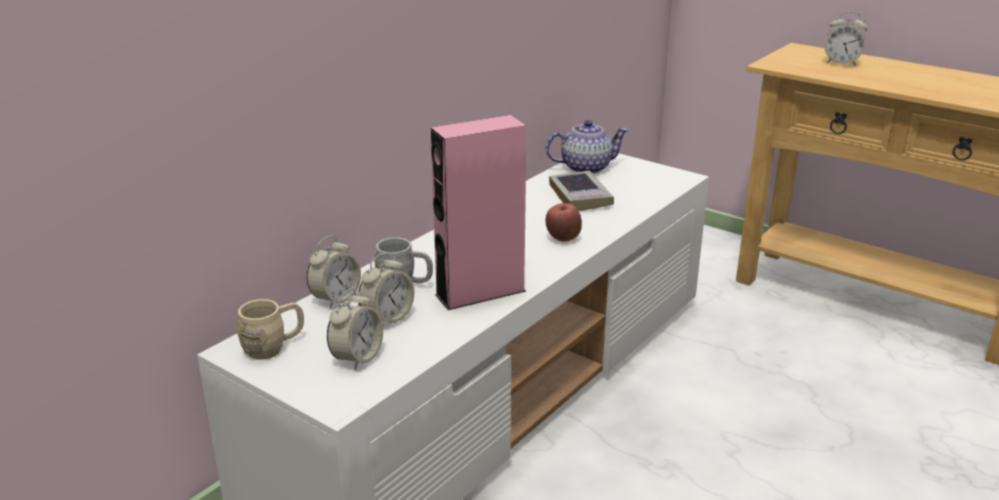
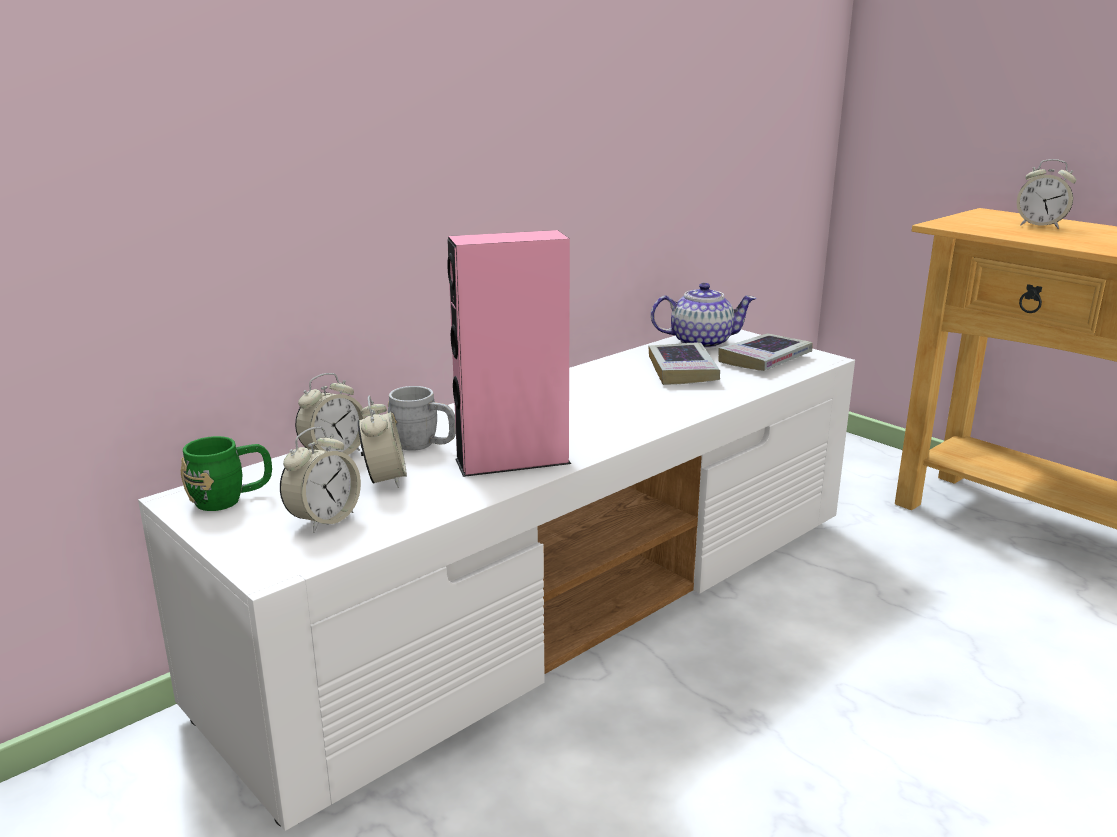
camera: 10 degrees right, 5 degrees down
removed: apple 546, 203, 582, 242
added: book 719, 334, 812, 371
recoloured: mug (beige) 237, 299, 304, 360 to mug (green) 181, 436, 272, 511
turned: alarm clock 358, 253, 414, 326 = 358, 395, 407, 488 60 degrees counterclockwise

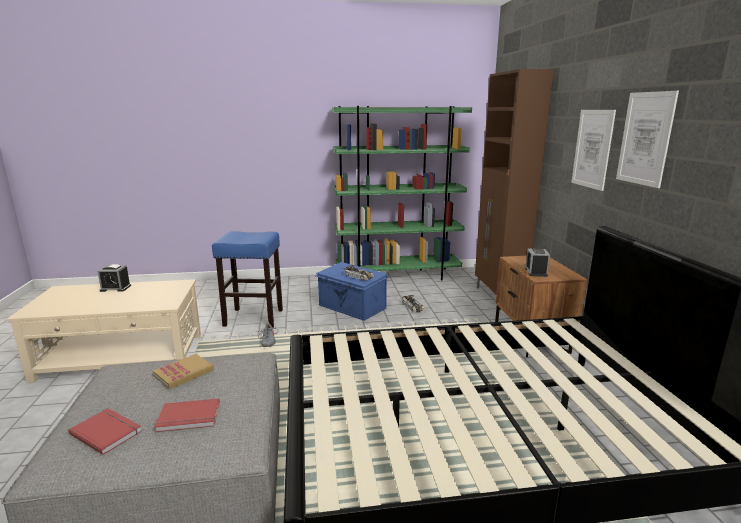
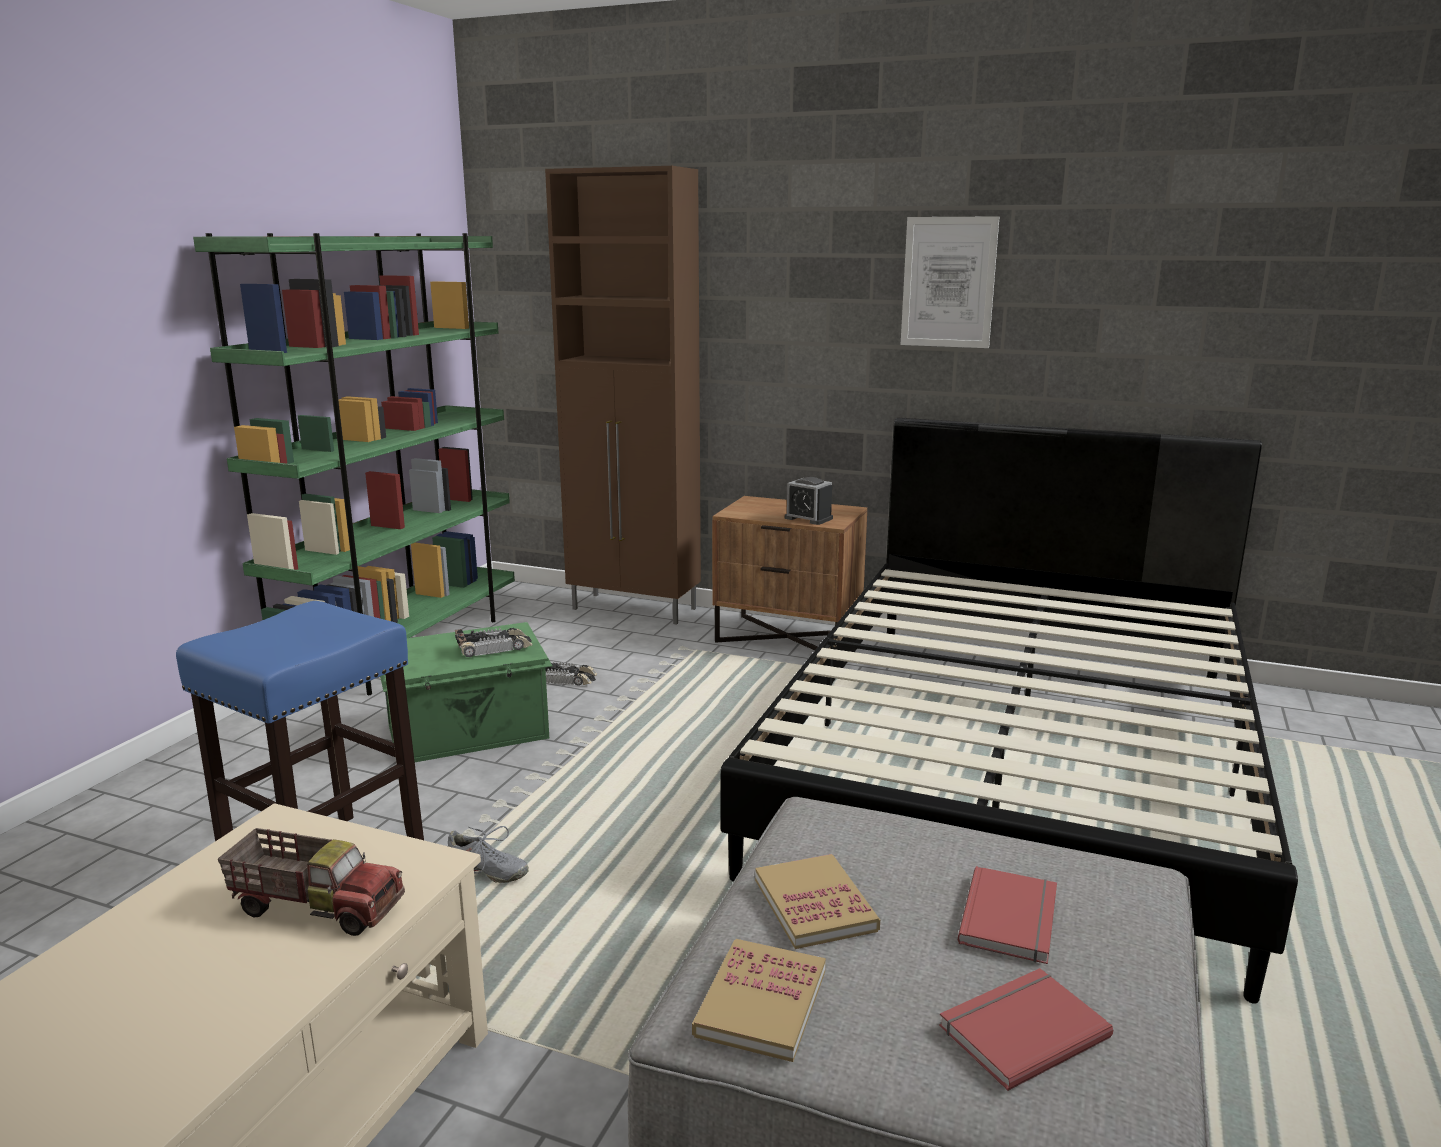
camera: 60 degrees left, 0 degrees up
removed: alarm clock 97, 264, 131, 292; picture 571, 110, 616, 191
added: toy truck 218, 828, 405, 936; book 692, 939, 826, 1062
recoloured: storage box (blue) 315, 262, 388, 321 to storage box (green) 380, 622, 553, 762

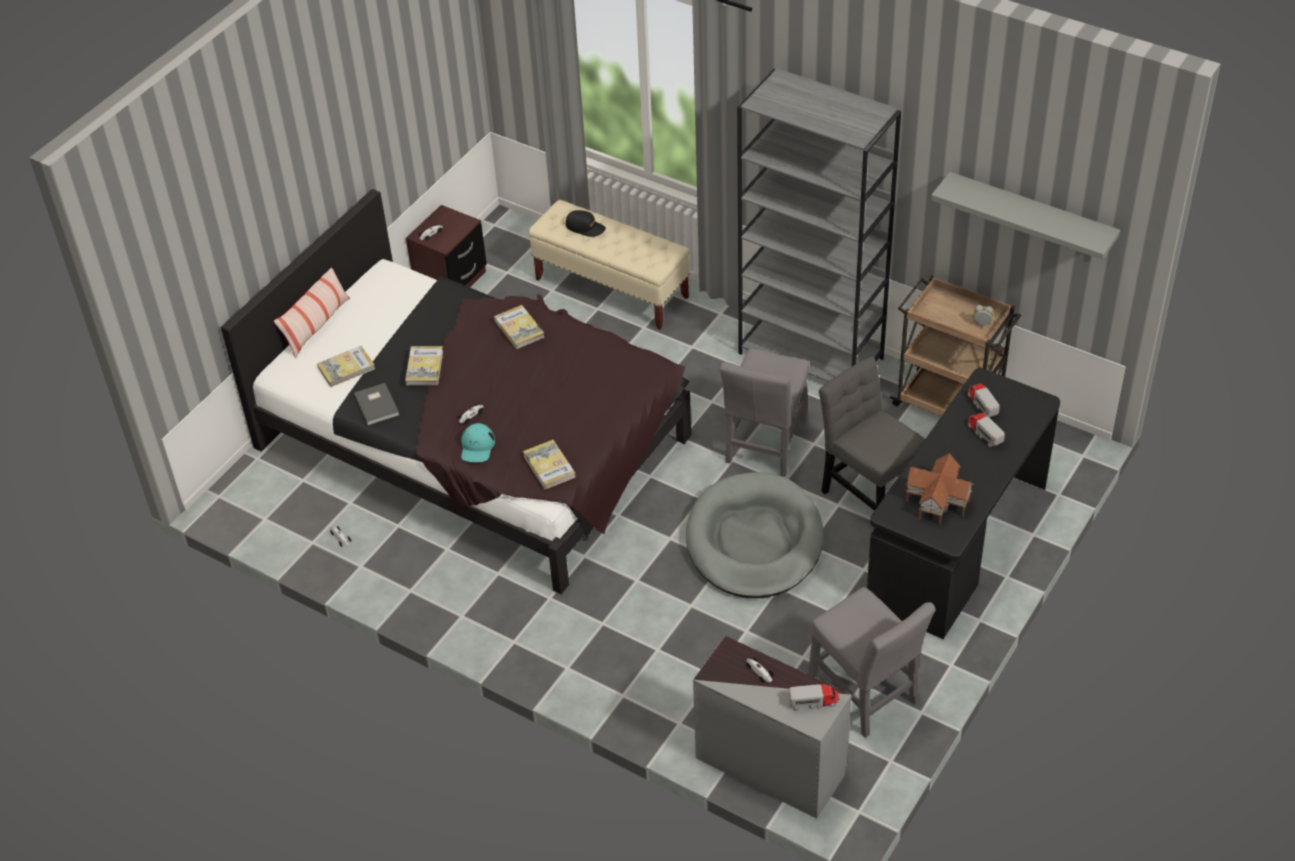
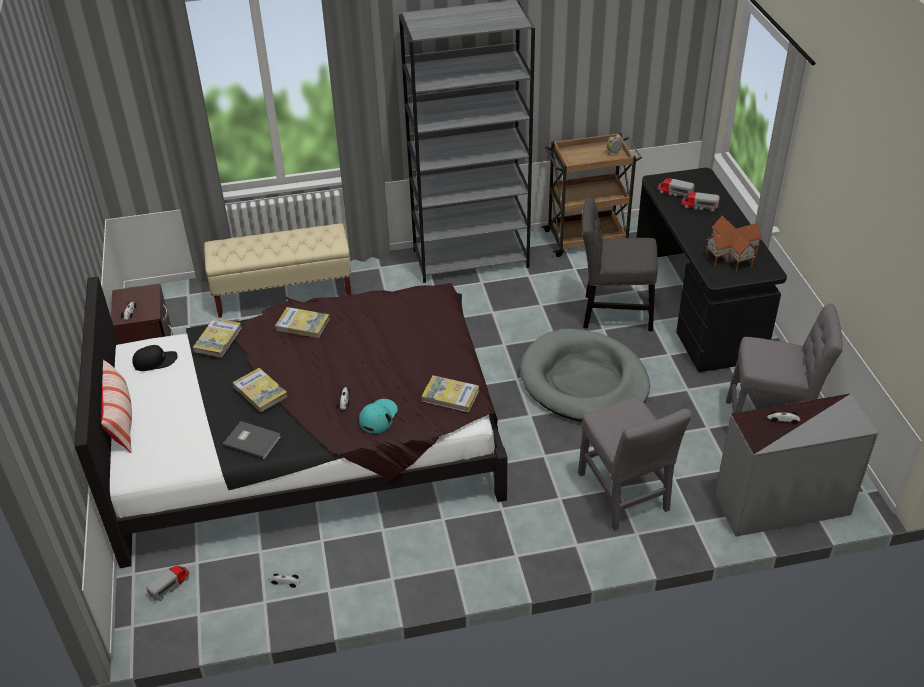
camera: 45 degrees left, 5 degrees down
removed: shelf (grey) 931, 172, 1120, 260
moved: cap (black) 566, 210, 606, 237 to 132, 345, 178, 371; toy truck 788, 684, 839, 710 to 146, 566, 189, 601; book 317, 346, 375, 387 to 193, 318, 241, 357; chair (grey) 720, 348, 809, 477 to 578, 396, 692, 531
turned: cap (turquoise) 461, 423, 495, 462 = 359, 399, 398, 433 120 degrees counterclockwise

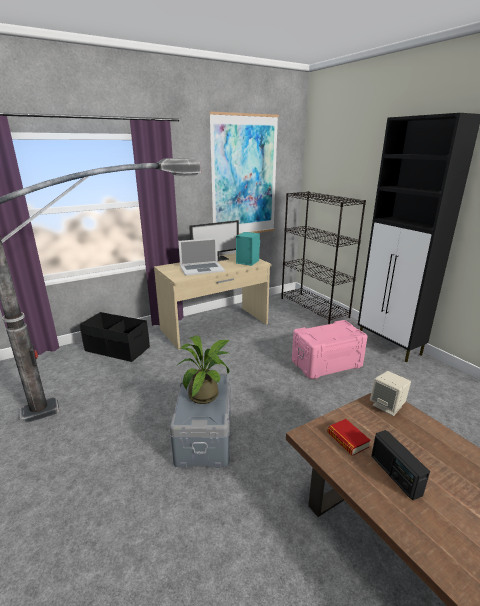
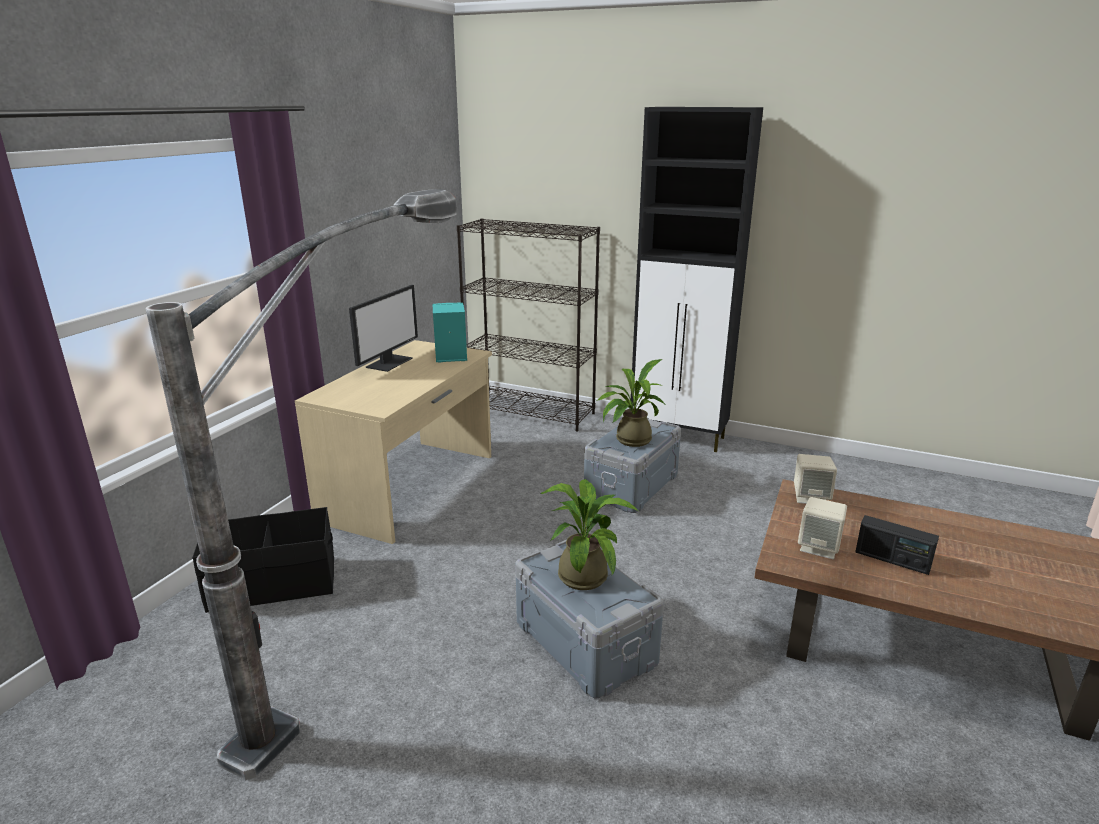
camera: 35 degrees left, 0 degrees up
removed: laptop 178, 238, 225, 276; picture 209, 112, 279, 234
added: potted plant 596, 359, 665, 447
replaced: book 327, 419, 371, 456 to speaker (beige) 798, 497, 847, 559
recoloured: storage box (pink) 292, 320, 368, 379 to storage box (grey) 584, 418, 681, 513

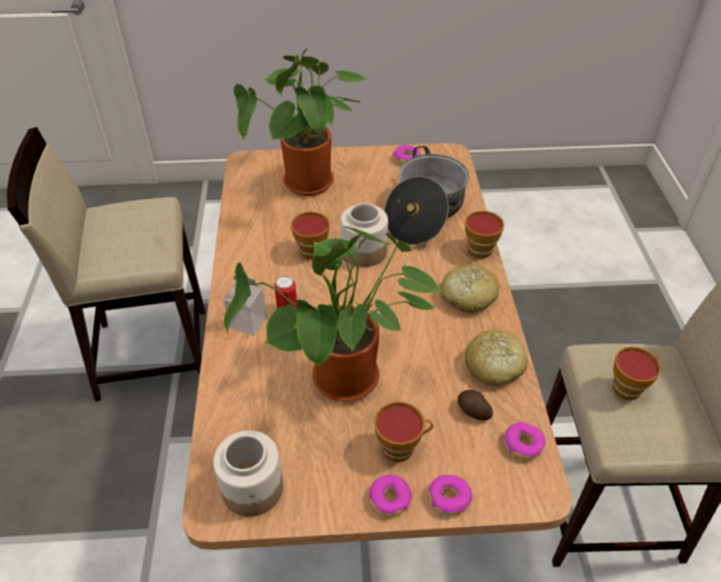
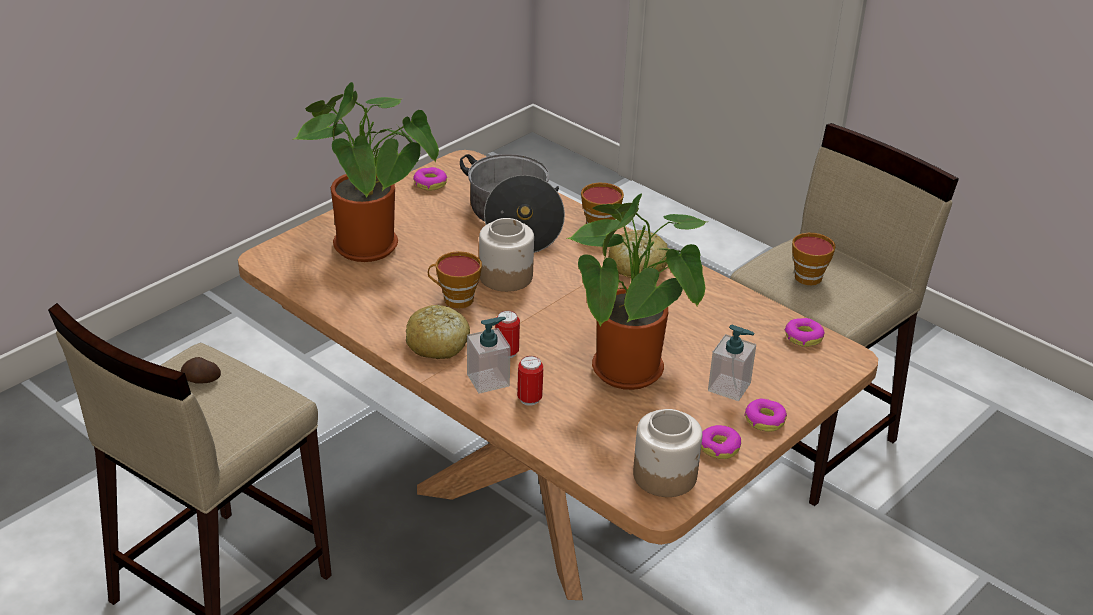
camera: 45 degrees left, 10 degrees down
added: can 517, 356, 543, 406
moved: potato 458, 390, 493, 420 to 180, 357, 221, 384; bread 465, 330, 528, 386 to 406, 305, 470, 359; donut 429, 475, 472, 516 to 701, 425, 741, 459
replaced: cup 374, 401, 433, 462 to soap dispenser 708, 325, 756, 401

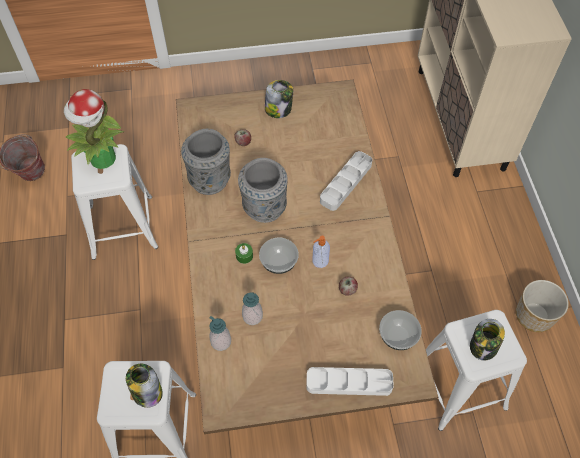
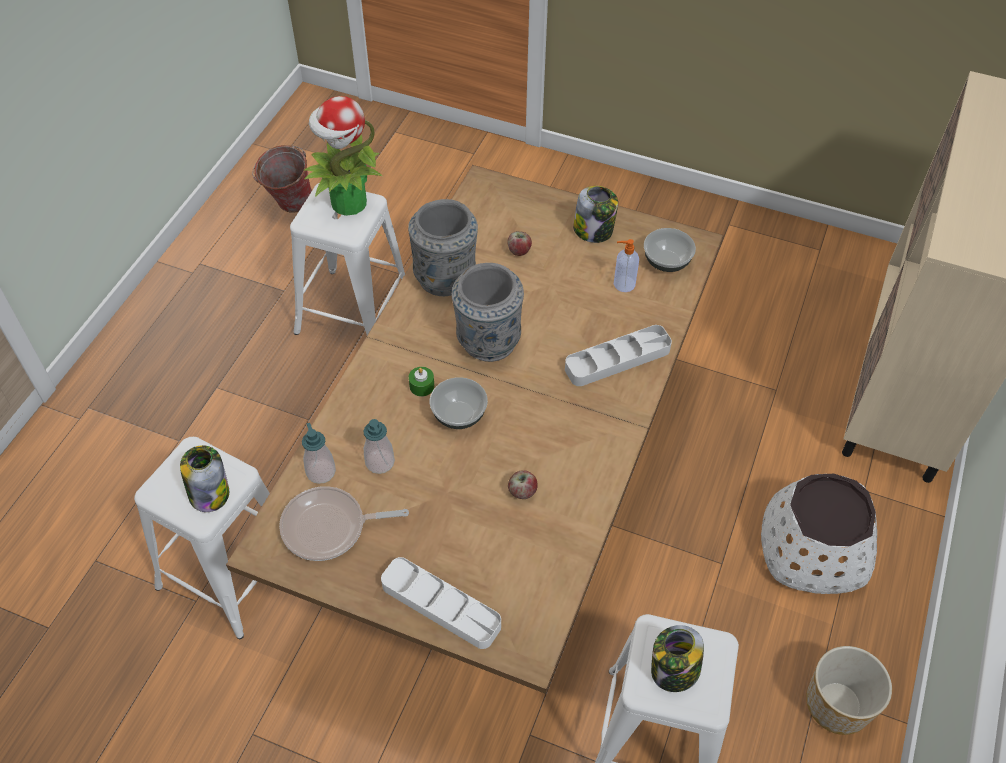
camera: 30 degrees right, 5 degrees down
added: frying pan 279, 486, 409, 561; planter (white) 761, 474, 877, 594
moved: soap dispenser 312, 236, 330, 268 to 614, 239, 639, 292; bowl 379, 310, 422, 350 to 644, 228, 696, 272

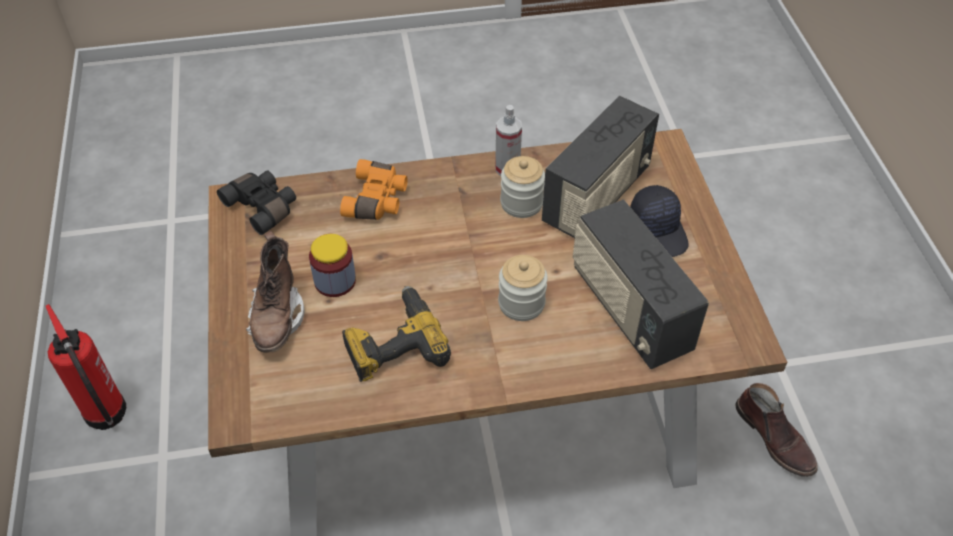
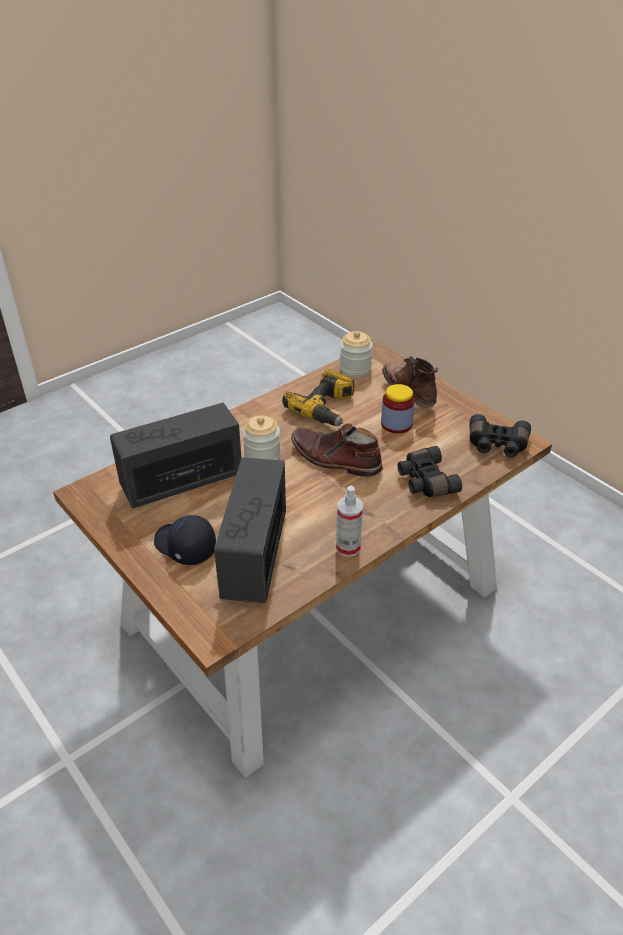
camera: 150 degrees right, 10 degrees down
removed: fire extinguisher 46, 304, 126, 430
moved: boot (brown) 735, 383, 818, 477 to 291, 423, 383, 477; jar 500, 156, 545, 218 to 340, 331, 373, 377
recoloured: binoculars (orange) 340, 159, 408, 220 to binoculars (black) 398, 446, 462, 497
turned: radio 572, 199, 709, 369 = 110, 402, 241, 508 60 degrees counterclockwise

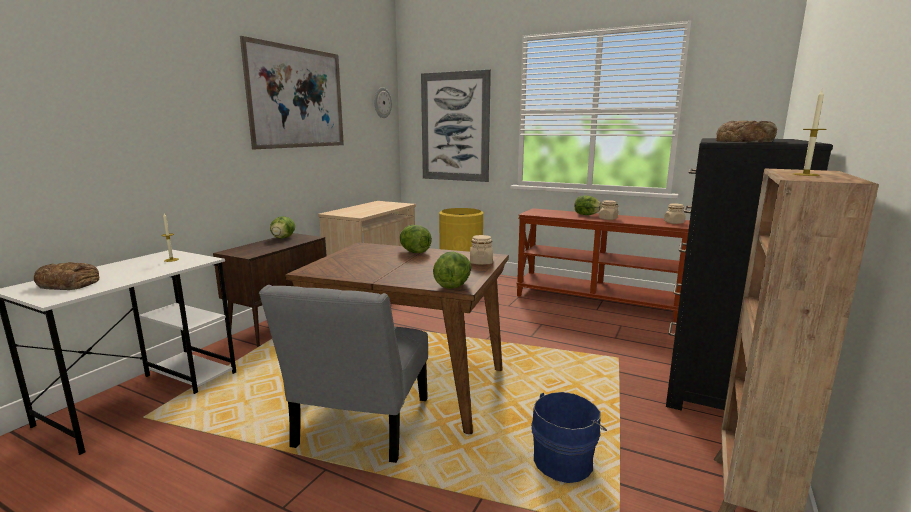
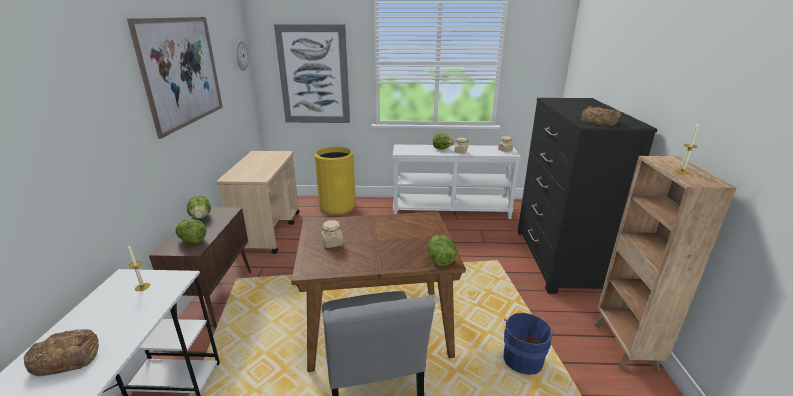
camera: 25 degrees left, 10 degrees up
moved: lettuce 400, 225, 432, 253 to 175, 219, 206, 243; jar (beige) 470, 235, 493, 265 to 321, 220, 343, 248
recoloured: console table (brown) 516, 208, 690, 322 to console table (white) 393, 145, 521, 219

